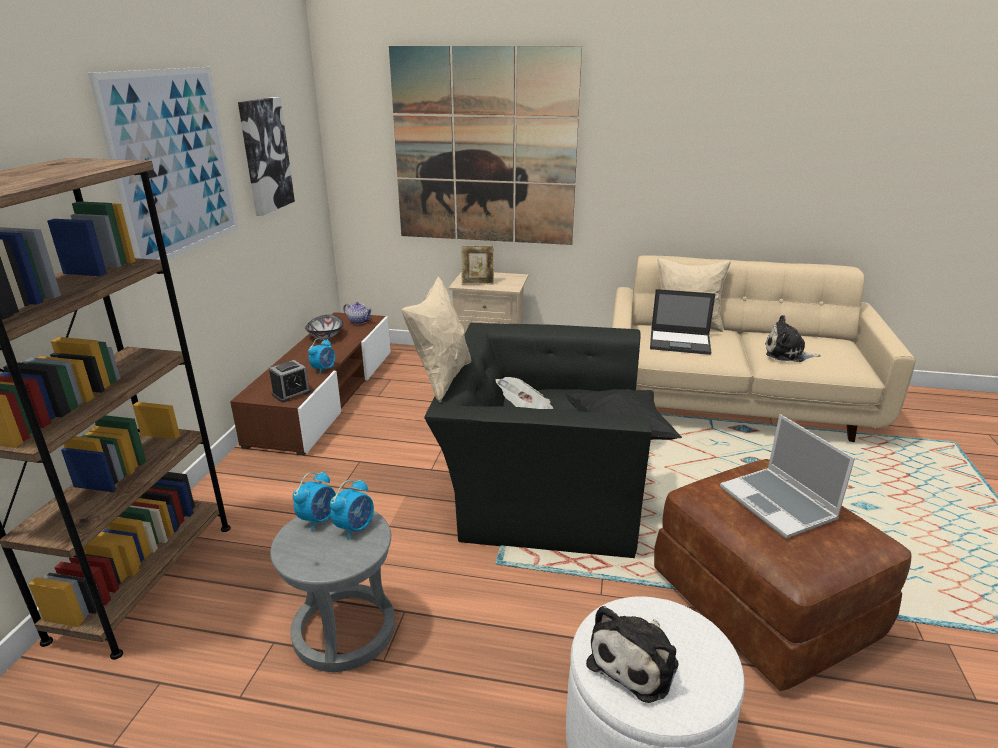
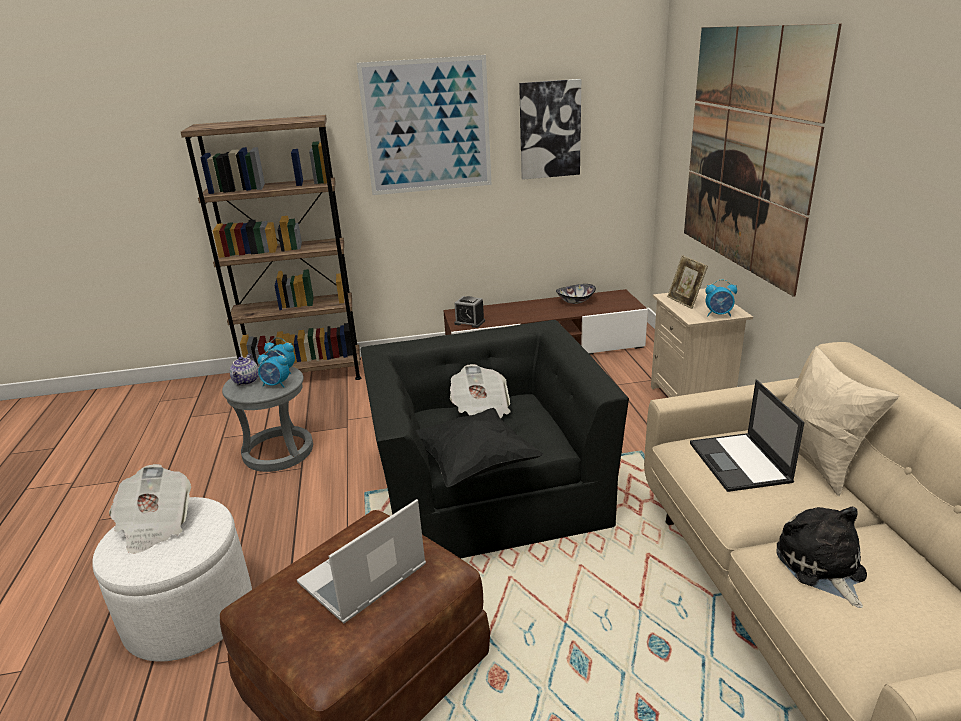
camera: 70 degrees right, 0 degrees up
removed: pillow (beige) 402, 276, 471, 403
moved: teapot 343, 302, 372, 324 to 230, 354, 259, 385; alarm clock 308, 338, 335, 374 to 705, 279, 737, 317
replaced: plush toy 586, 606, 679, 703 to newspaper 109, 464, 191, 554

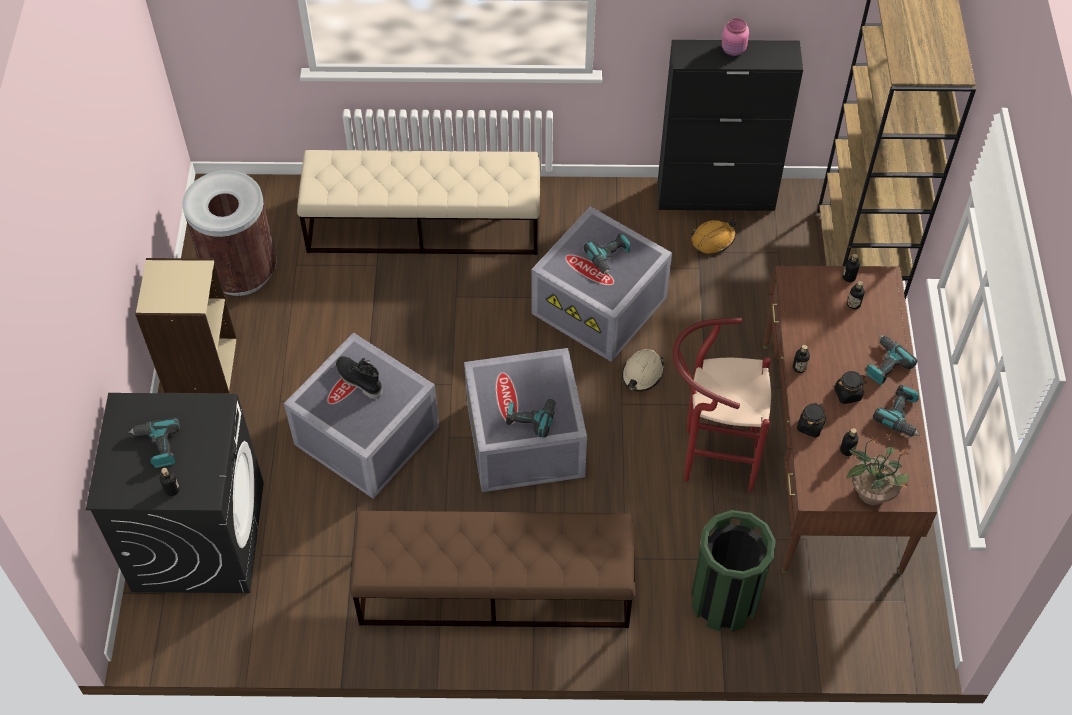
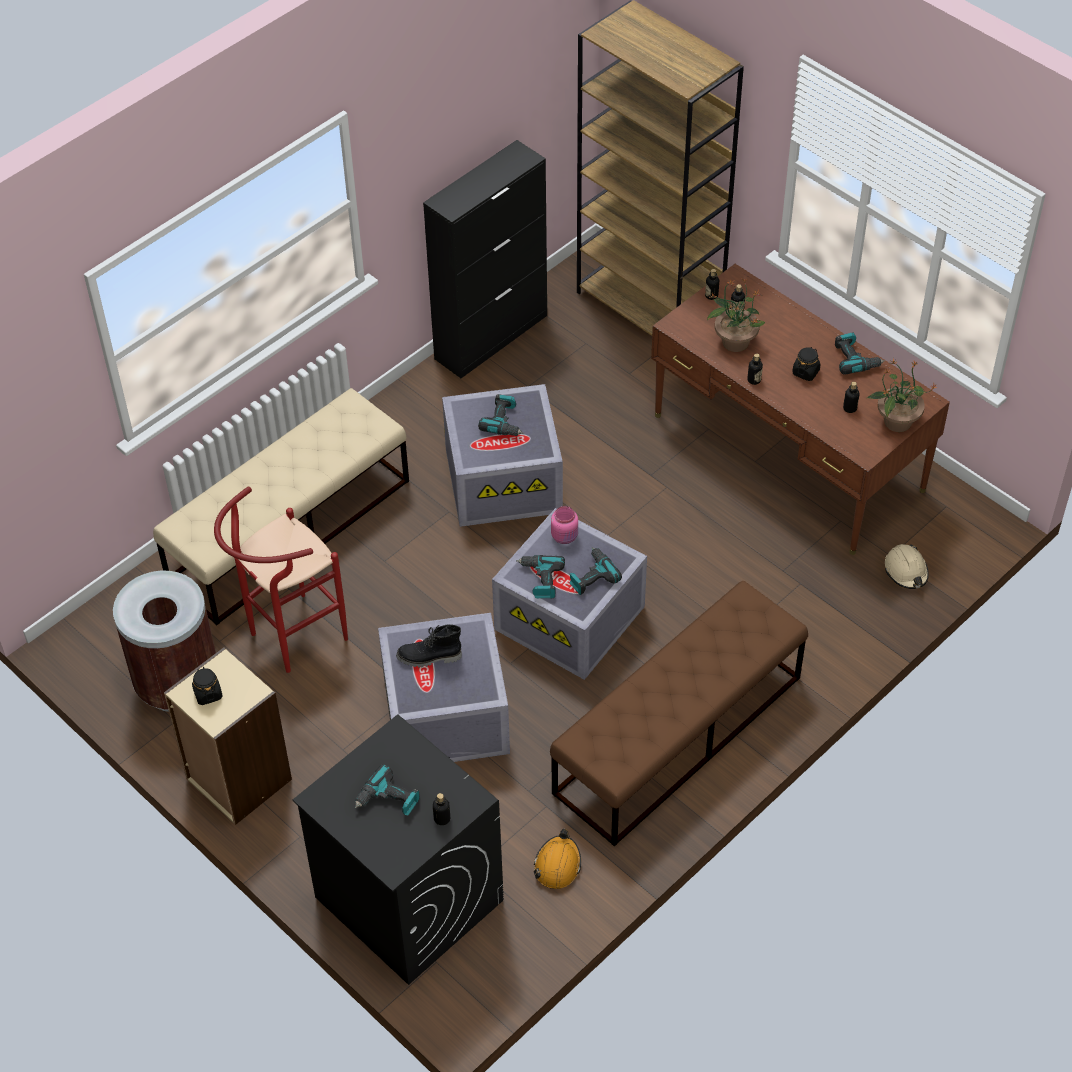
camera: 45 degrees left, 5 degrees down
removed: trash can (green) 691, 510, 776, 632
added: potted plant 707, 278, 765, 352
moved: jar (black) 797, 402, 826, 438 to 192, 667, 223, 705; stool (red) 672, 318, 771, 492 to 214, 487, 348, 673; power drill 866, 335, 917, 385 to 516, 555, 565, 599; hard hat (orange) 691, 220, 737, 254 to 534, 829, 581, 889; jar (pink) 722, 18, 749, 56 to 551, 506, 578, 544; hard hat (beige) 622, 349, 665, 392 to 885, 544, 929, 589

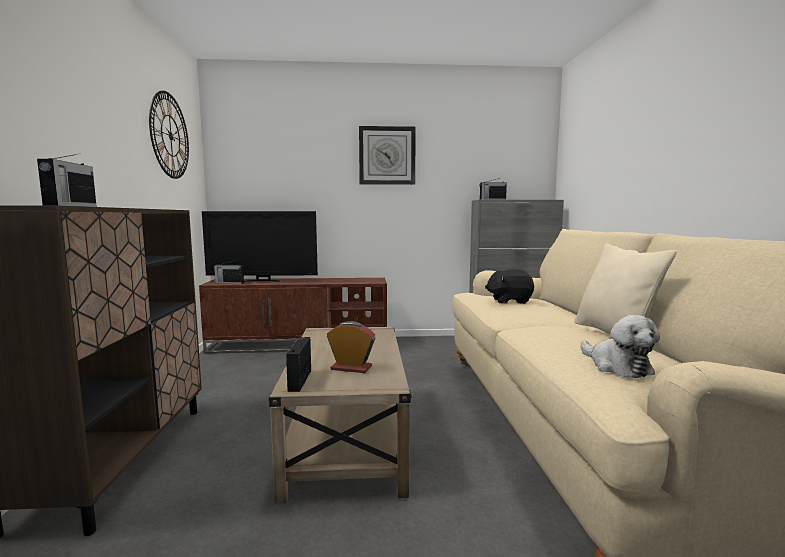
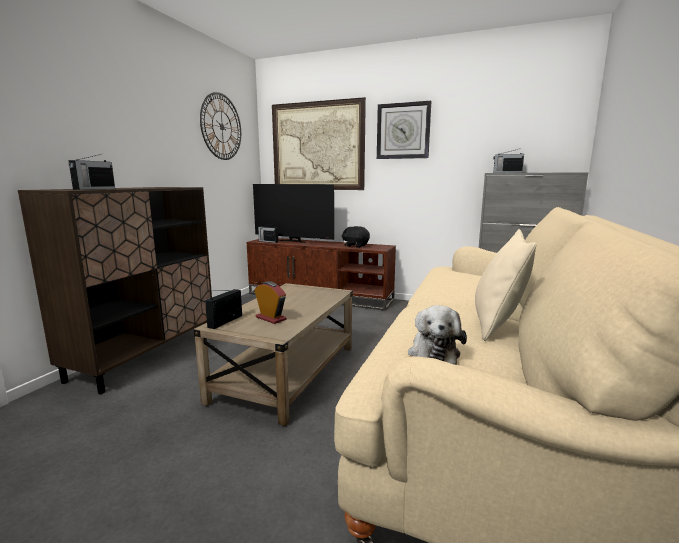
camera: 25 degrees right, 5 degrees up
added: picture 272, 97, 366, 190
moved: plush toy (black) 485, 269, 534, 304 to 342, 226, 370, 248

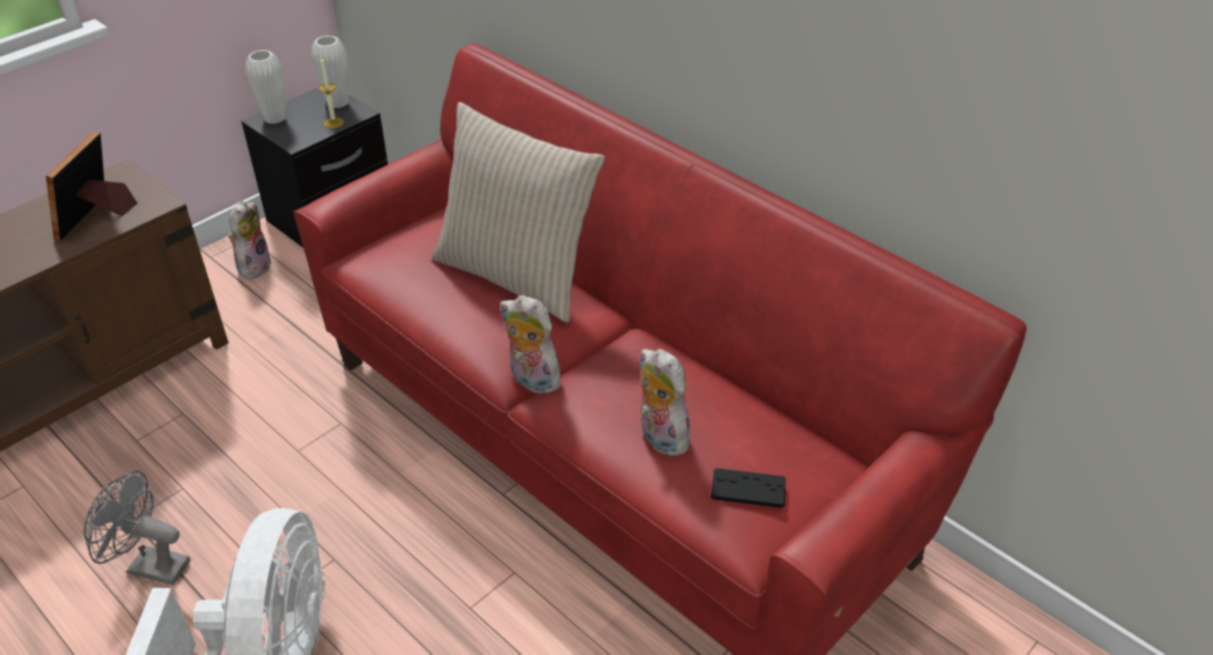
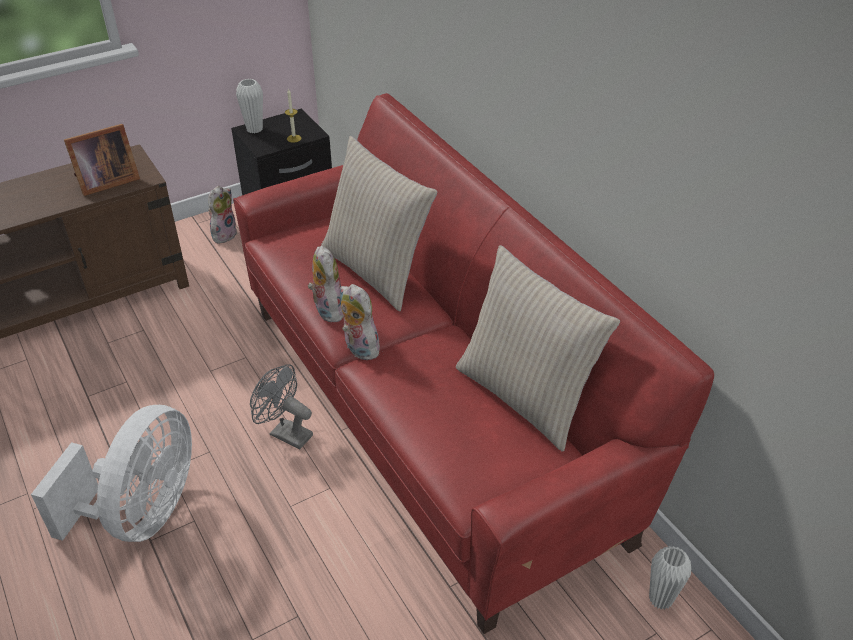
camera: 15 degrees right, 0 degrees up
removed: game controller (black) 711, 468, 786, 508
added: pillow (beige) 456, 245, 620, 452
moved: fan (grey) 84, 471, 190, 585 to 250, 364, 313, 449; plush toy 640, 349, 695, 456 to 308, 245, 344, 322; vase (white) 311, 35, 348, 108 to 649, 546, 692, 610
turned: picture frame 46, 131, 138, 241 = 64, 124, 140, 196 150 degrees counterclockwise

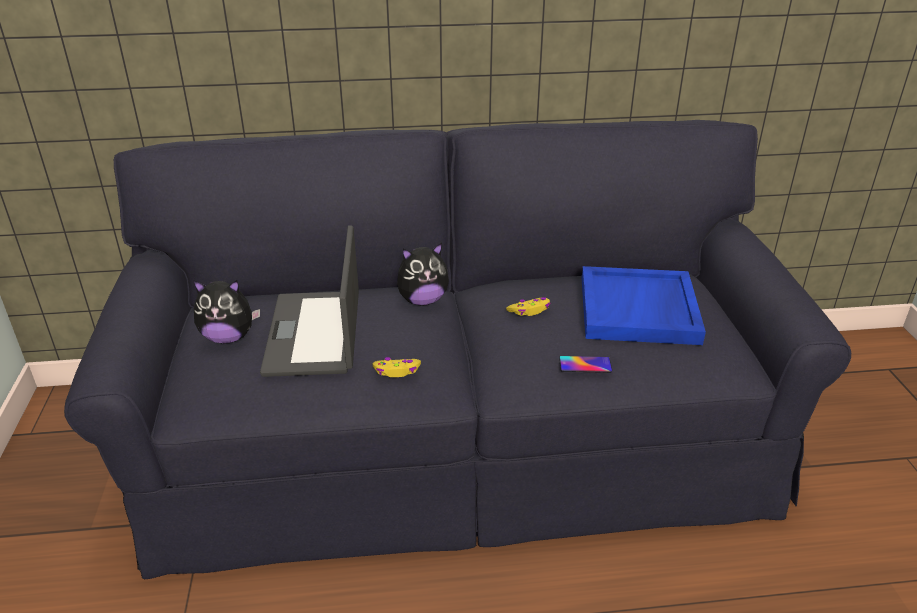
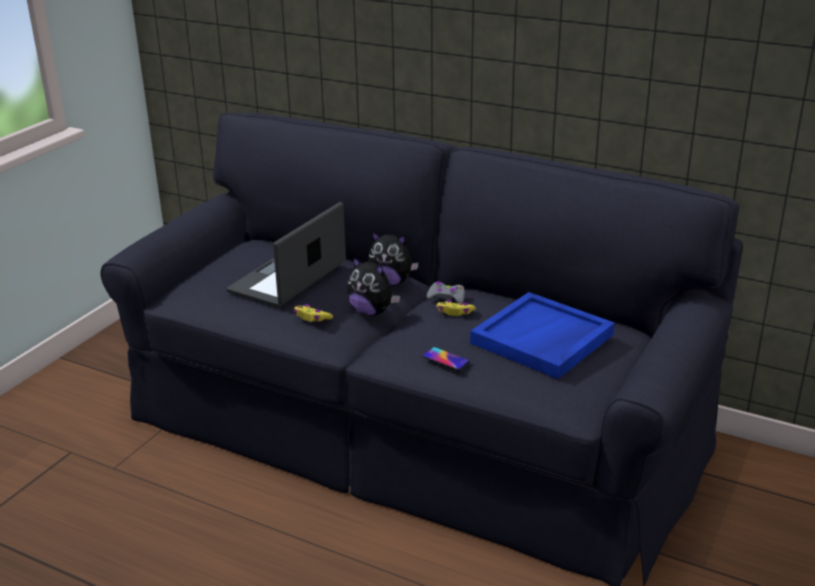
camera: 35 degrees right, 5 degrees down
added: game controller (grey) 426, 281, 465, 303
moved: plush toy 193, 280, 260, 344 to 347, 257, 400, 316

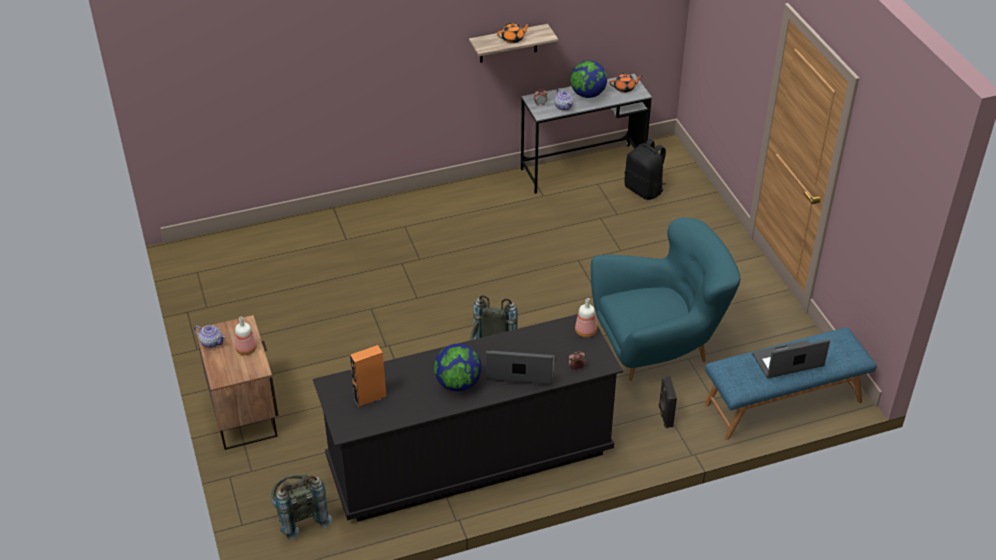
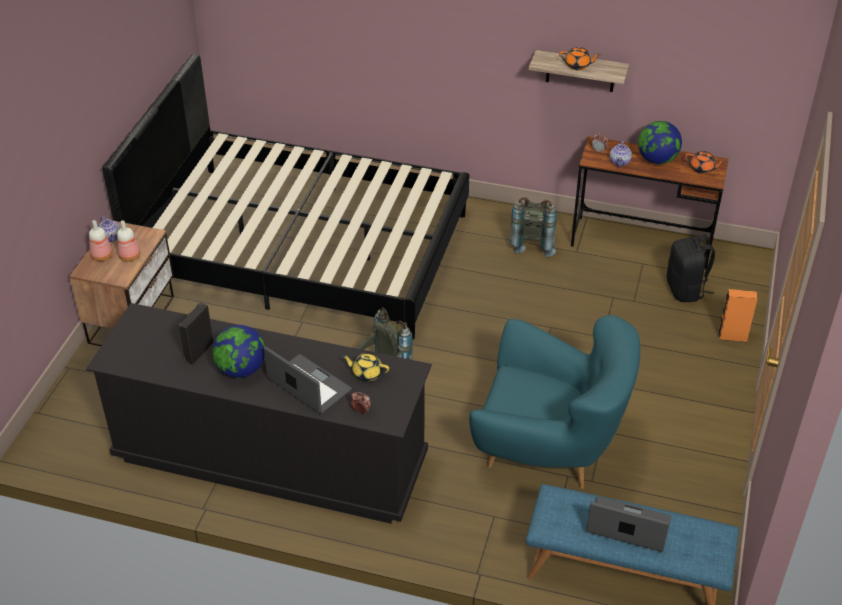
camera: 35 degrees right, 0 degrees up
added: bed (black) 102, 54, 469, 339; teapot (yellow) 342, 353, 389, 381
moved: bottle 575, 298, 597, 337 to 89, 220, 113, 261; speaker (black) 659, 376, 677, 428 to 178, 302, 214, 365; backpack (grey) 271, 474, 332, 539 to 510, 197, 557, 257; speaker (orange) 350, 345, 387, 407 to 718, 289, 757, 342
recoloured: desk (grey) 521, 74, 652, 194 to desk (brown) 571, 136, 729, 270

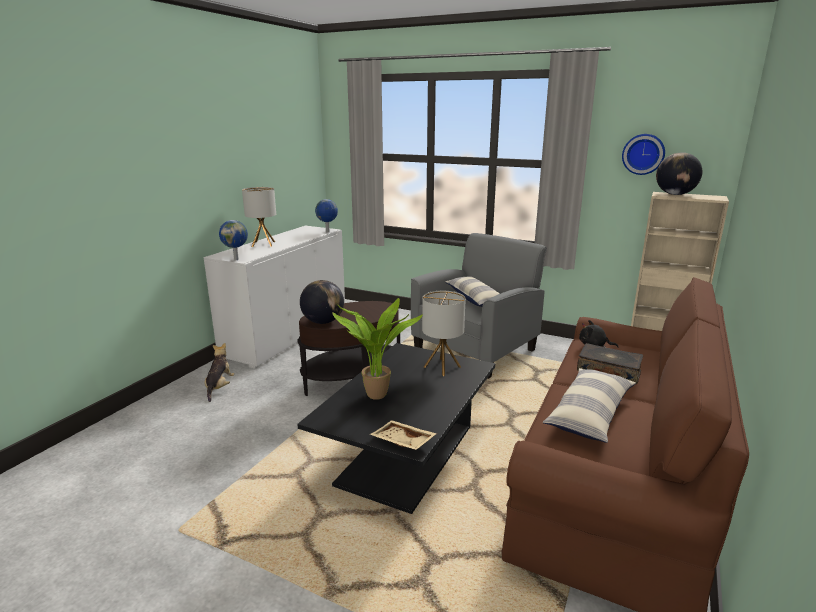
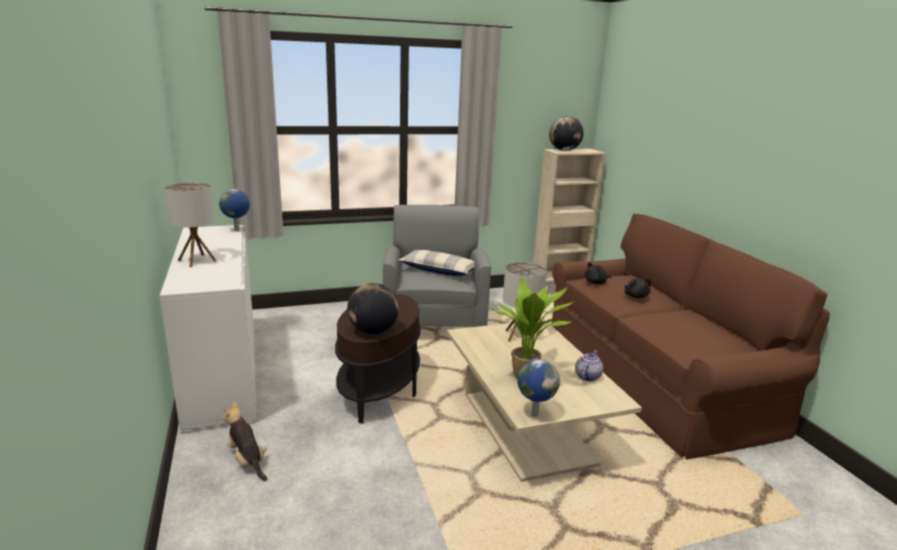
camera: 45 degrees left, 0 degrees up
removed: tray (beige) 370, 420, 437, 450; pillow 543, 368, 636, 443; wall clock 622, 134, 665, 175
added: teapot 575, 350, 603, 381
moved: globe 219, 220, 248, 260 to 517, 359, 560, 417
replaced: book 577, 343, 644, 384 to plush toy (black) 625, 278, 651, 298
recoloured: coffee table (black) 297, 343, 495, 514 to coffee table (beige) 447, 319, 642, 482

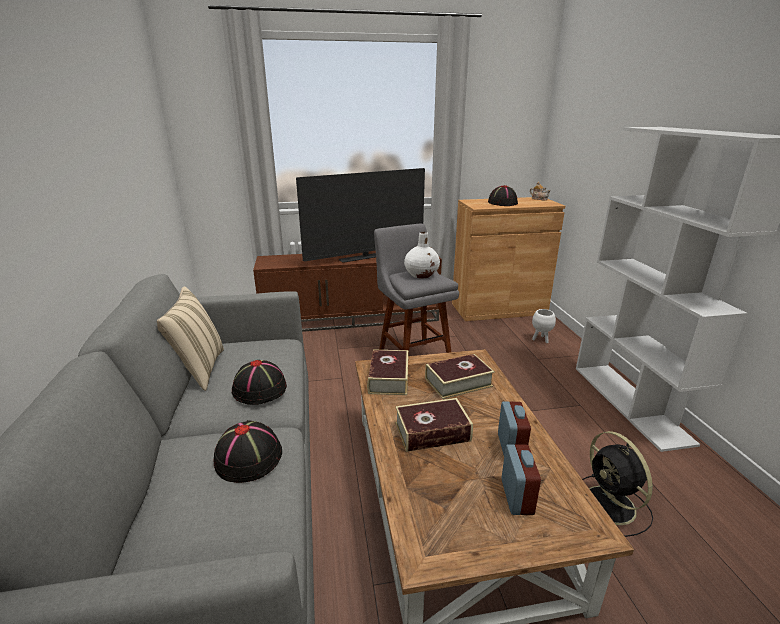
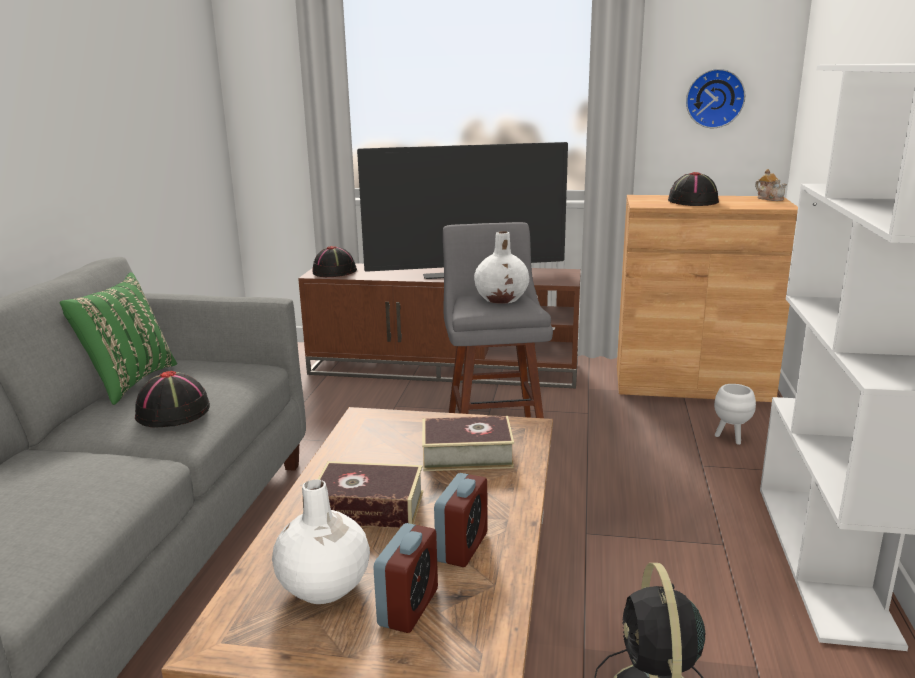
camera: 20 degrees right, 5 degrees down
removed: book 367, 349, 408, 395
added: vase (white) 272, 479, 370, 604; wall clock 686, 69, 745, 128
moved: hat (black) 214, 420, 282, 483 to 313, 246, 357, 277
recoloured: pillow (beige) 157, 287, 224, 391 to pillow (green) 60, 272, 177, 405

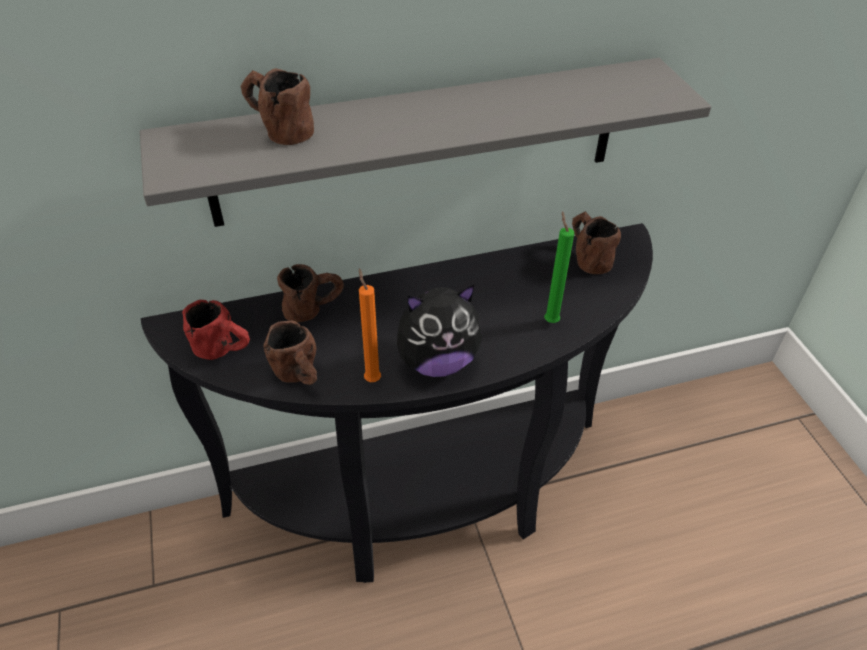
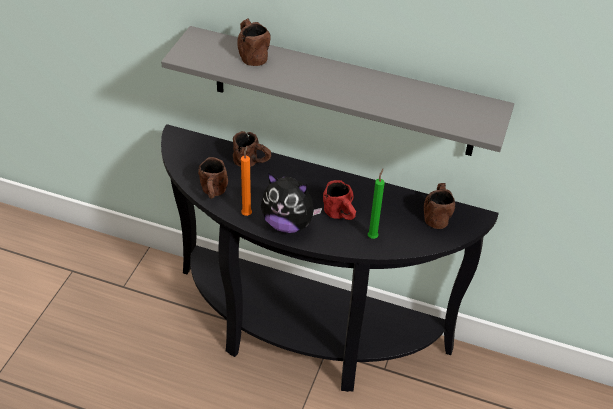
camera: 35 degrees right, 0 degrees up
moved: mug (red) 182, 300, 250, 360 to 323, 180, 356, 220

